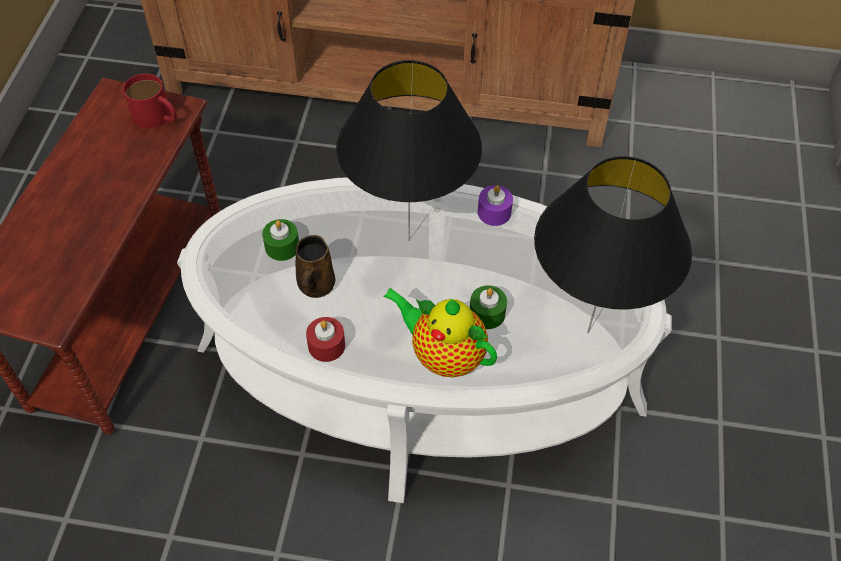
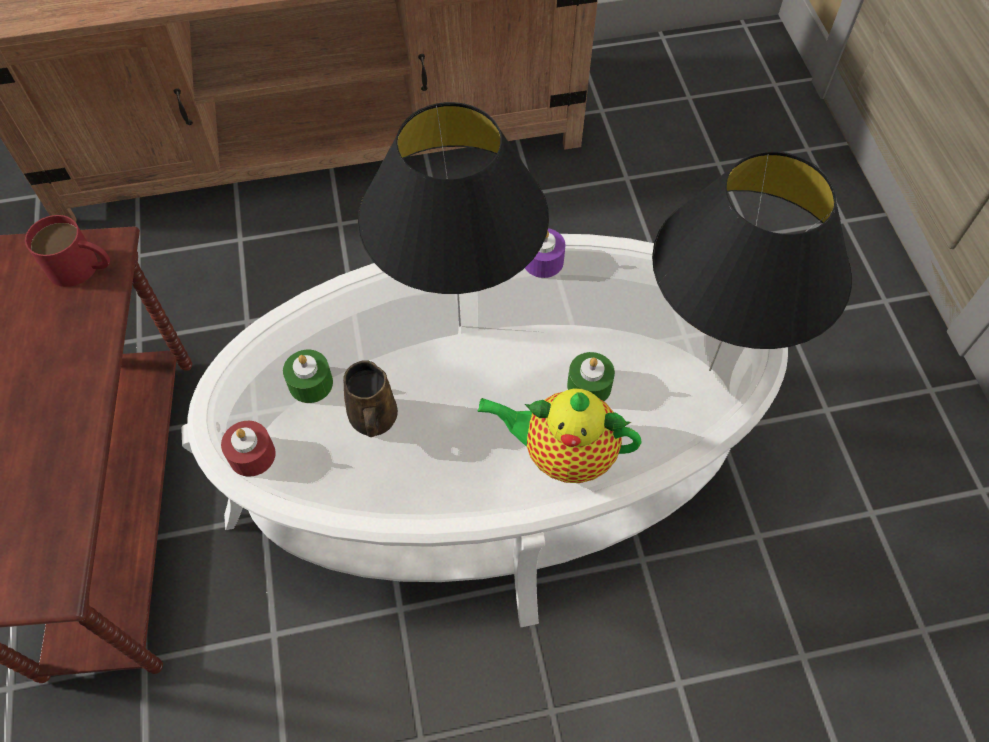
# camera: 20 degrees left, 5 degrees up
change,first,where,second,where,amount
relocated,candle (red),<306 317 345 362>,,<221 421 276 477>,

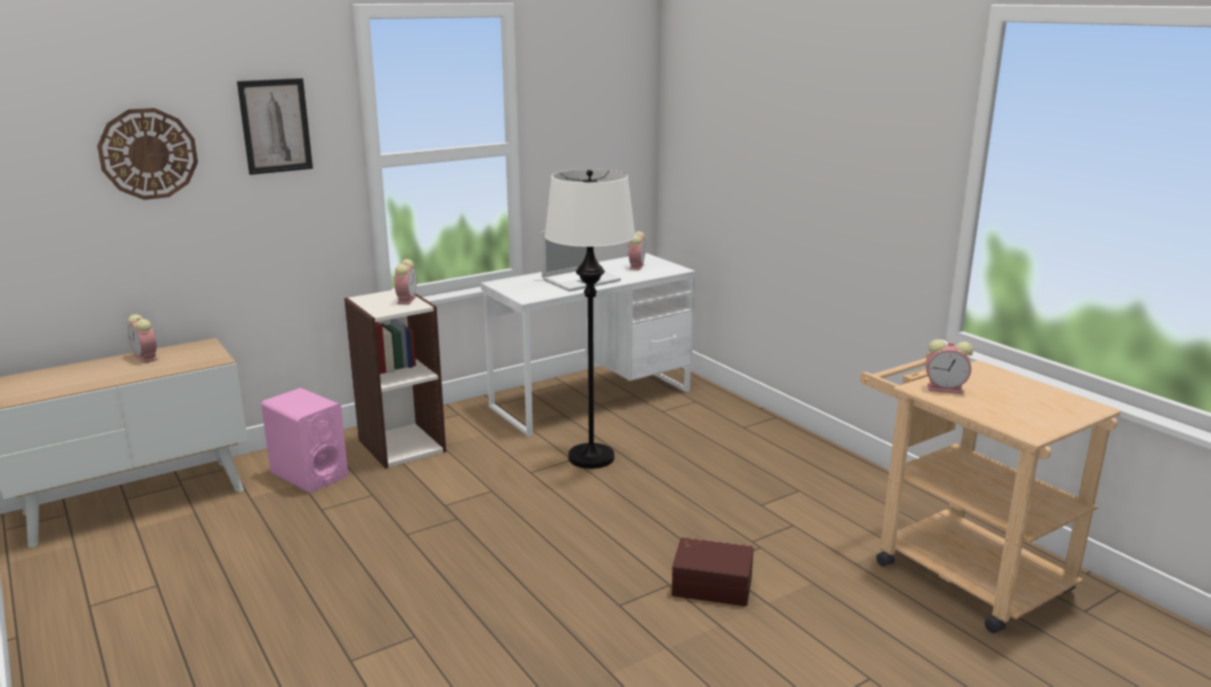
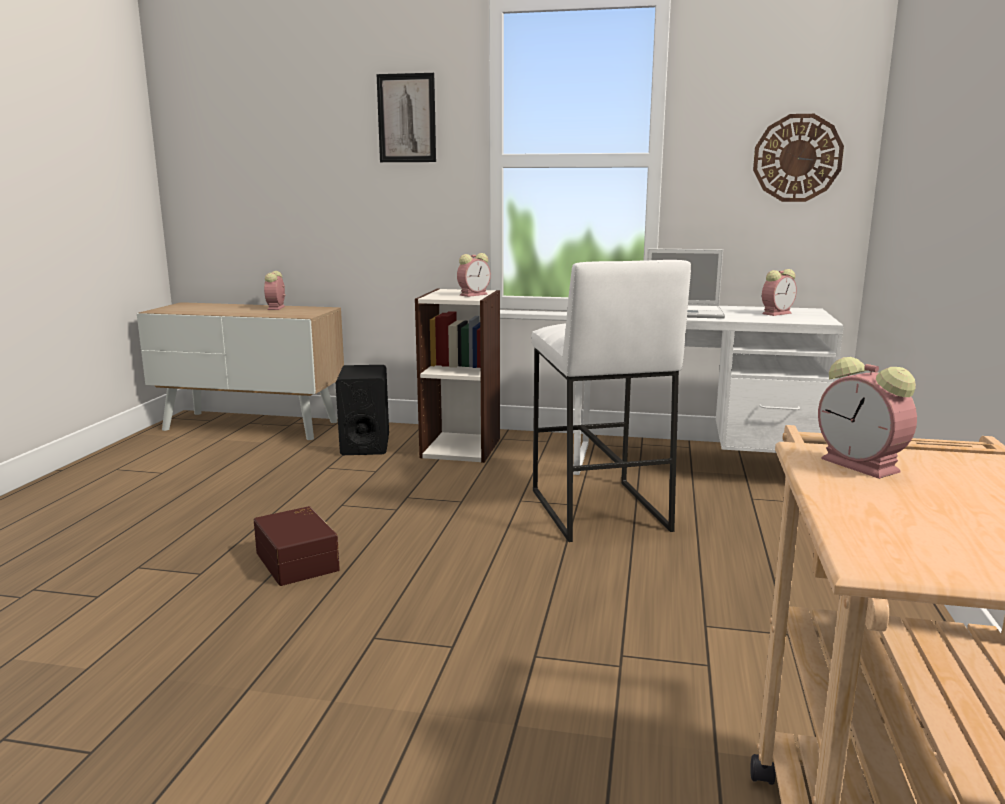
# camera: 45 degrees right, 5 degrees down
change,first,where,second,where,amount
relocated,wall clock,<97 108 198 200>,,<753 114 844 202>,
relocated,storage box (brown),<672 537 754 606>,,<254 506 340 586>,
exchanged,floor lamp (white),<544 169 636 469>,stool (white),<531 260 691 542>,
colour,speaker (pink),<261 388 348 493>,speaker (black),<336 365 389 455>,

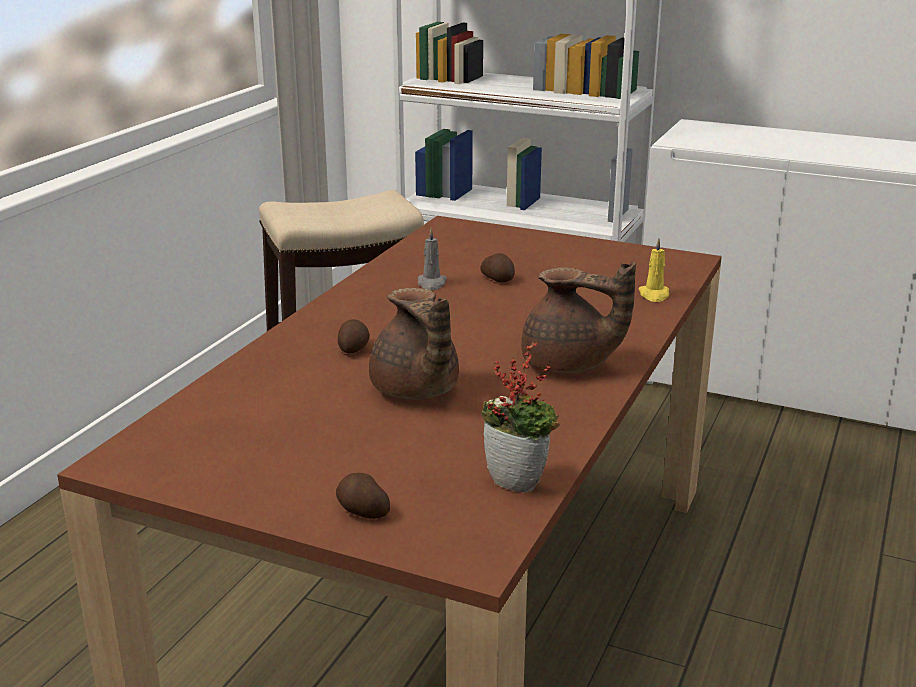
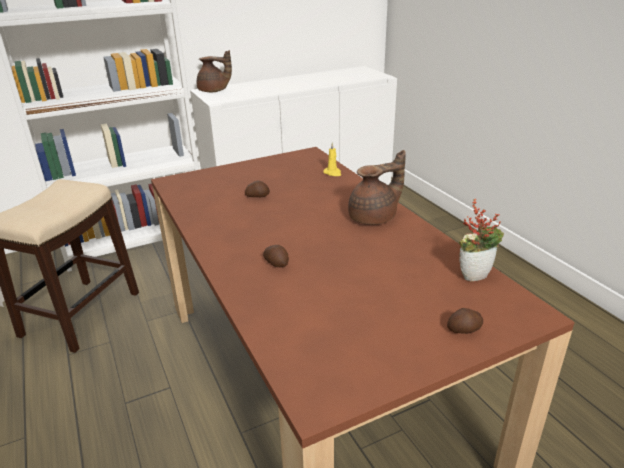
# camera: 50 degrees left, 5 degrees up
change,first,where,second,where,amount
missing,candle (grey),<418 228 447 290>,,,
relocated,teapot (brown),<369 288 459 400>,,<197 50 232 92>,

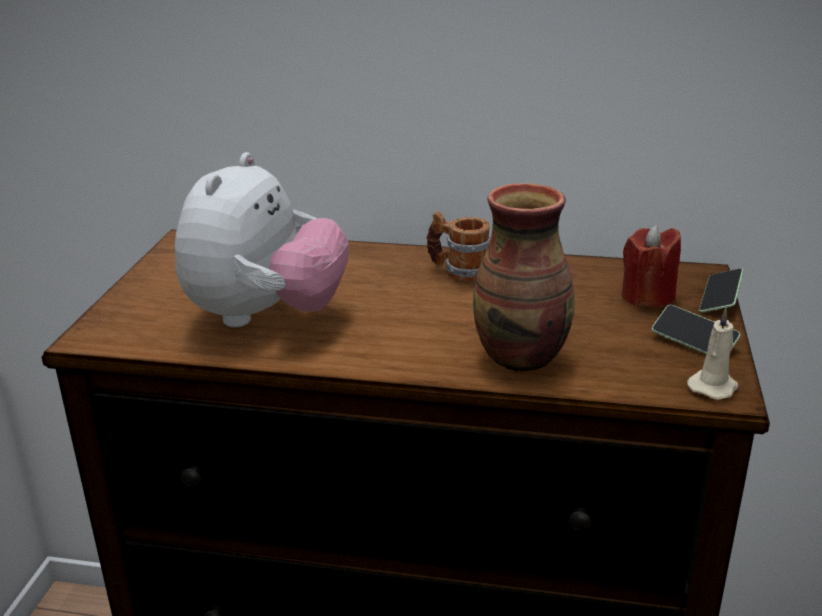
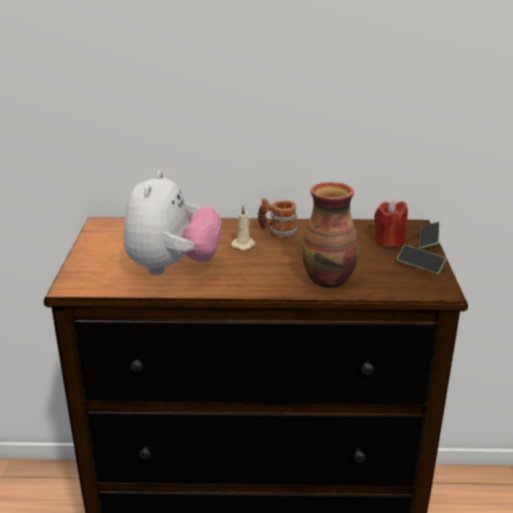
# camera: 10 degrees left, 0 degrees up
change,first,where,second,where,amount
relocated,candle (beige),<687 308 738 400>,,<231 205 255 250>,

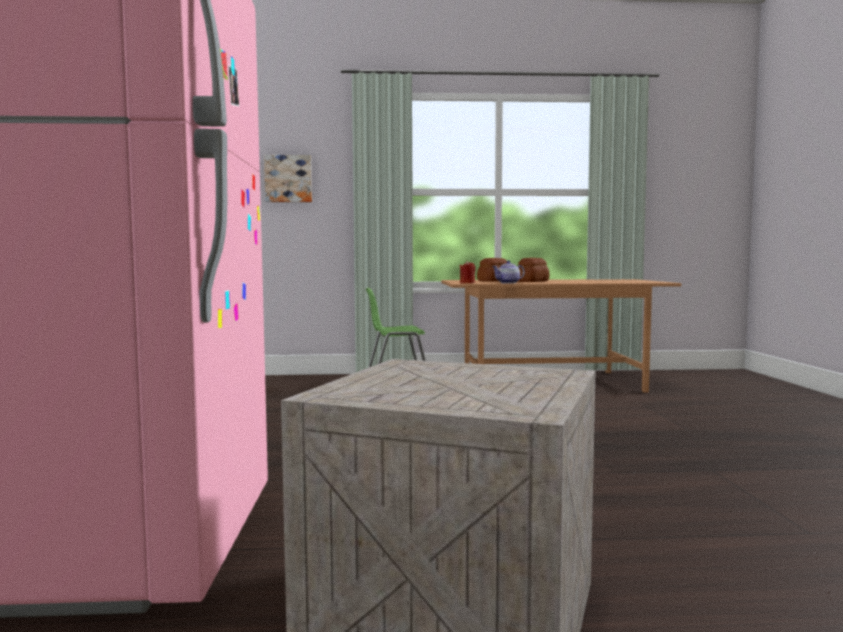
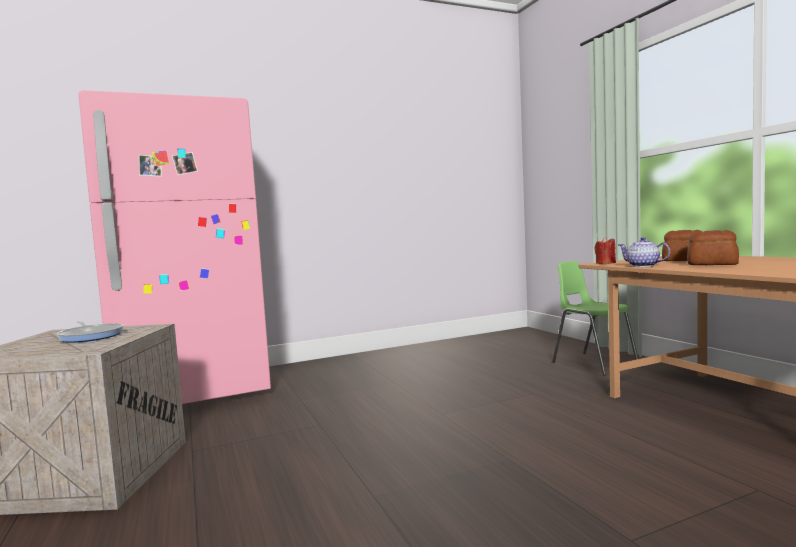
# camera: 70 degrees right, 0 degrees up
change,first,where,second,where,amount
missing,picture,<264 155 312 202>,,,
appeared,,,frying pan,<57 321 124 343>,

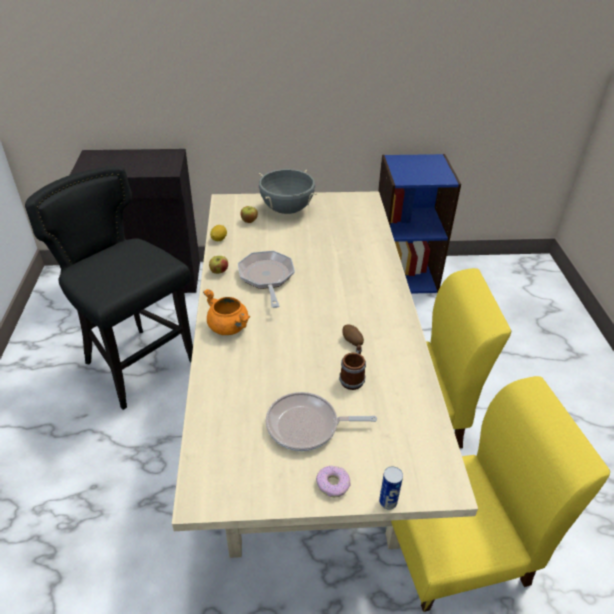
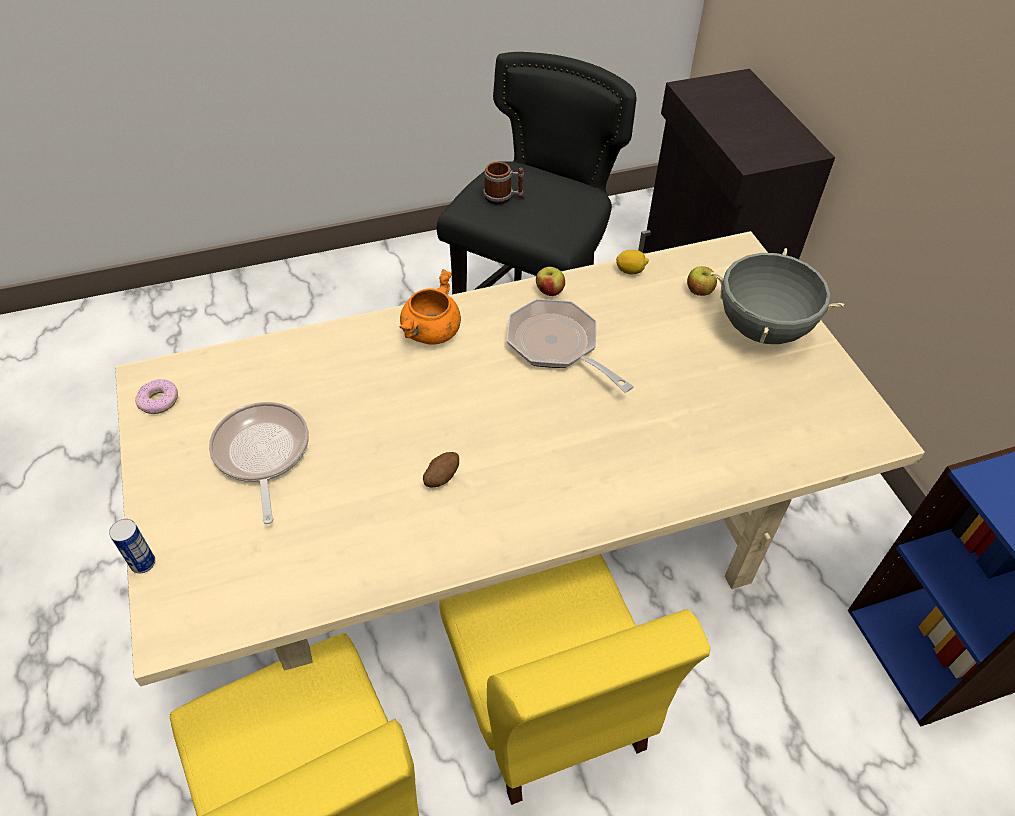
# camera: 75 degrees right, 10 degrees up
change,first,where,second,where,amount
relocated,donut,<316 466 350 497>,,<135 379 178 414>,
relocated,mug,<339 345 366 390>,,<483 162 524 205>,
spun,frying pan,<238 251 295 308>,,<507 299 634 393>,105 degrees counterclockwise

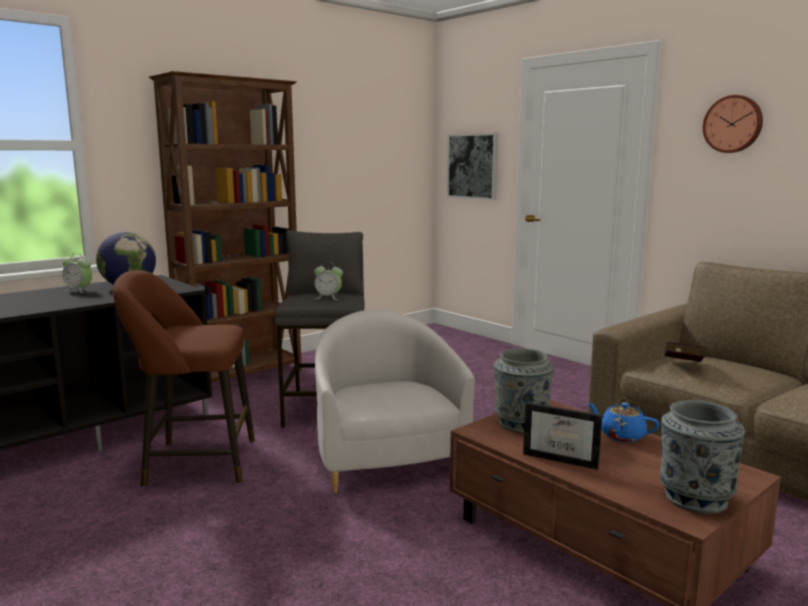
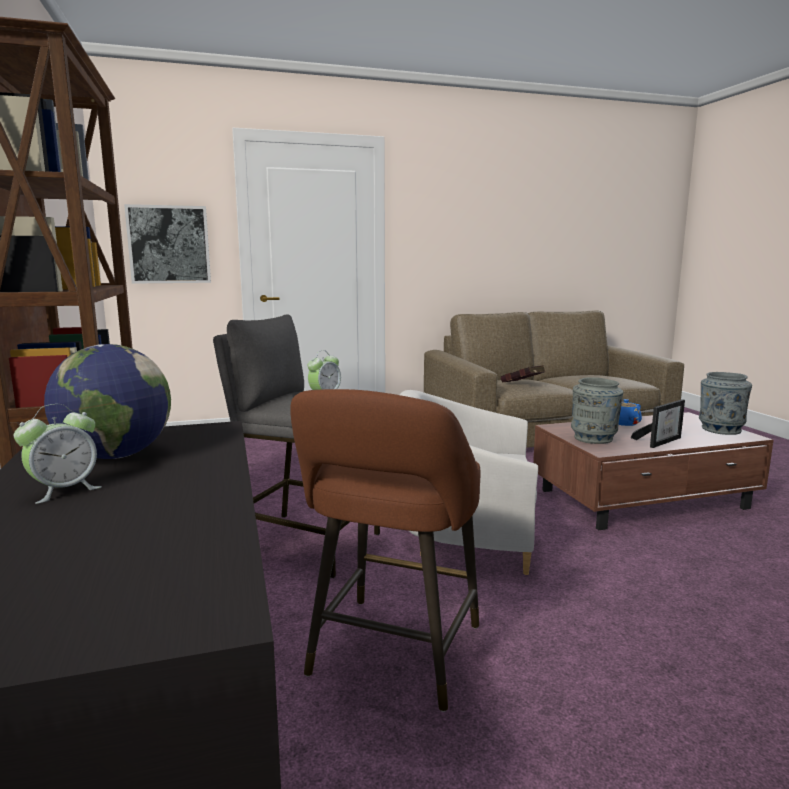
# camera: 65 degrees left, 0 degrees up
change,first,where,second,where,amount
missing,wall clock,<703 95 763 153>,,,

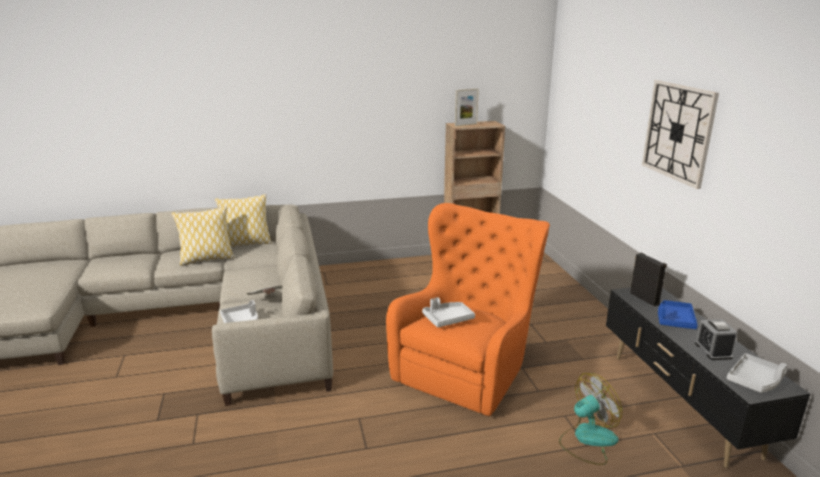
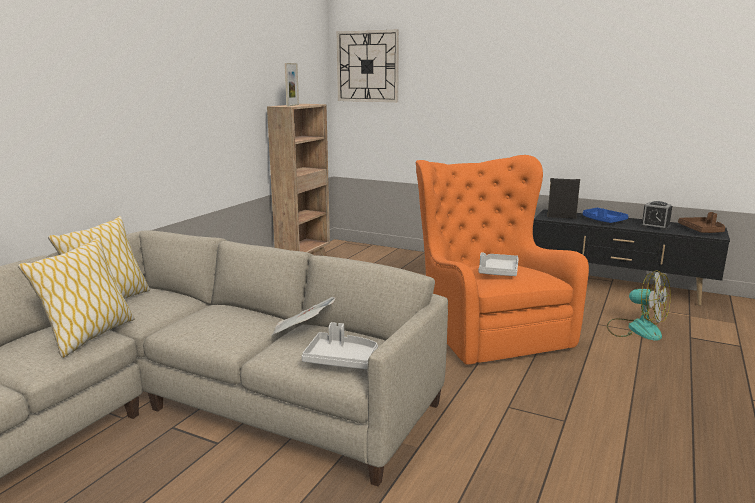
# camera: 50 degrees left, 5 degrees down
change,first,where,second,where,amount
relocated,wall clock,<642 80 719 189>,,<337 29 399 102>,
colour,tray (grey),<727 353 787 393>,tray (brown),<678 212 725 233>,
spun,fan,<559 373 622 465>,,<607 270 671 341>,120 degrees clockwise

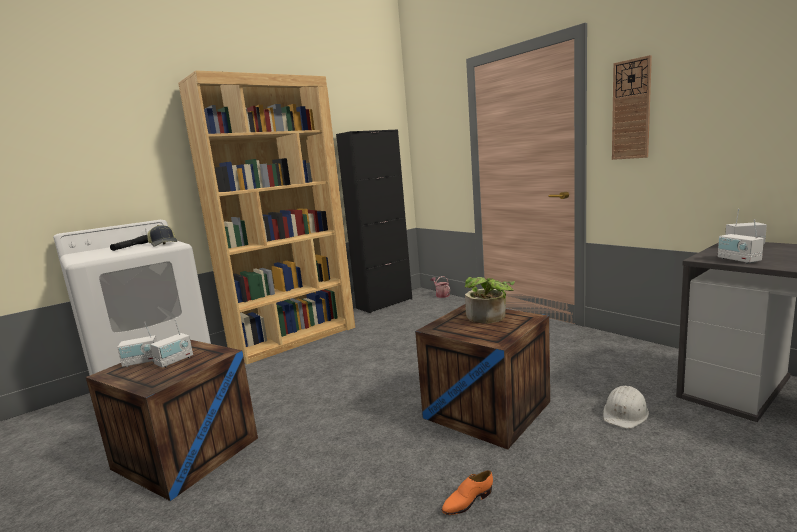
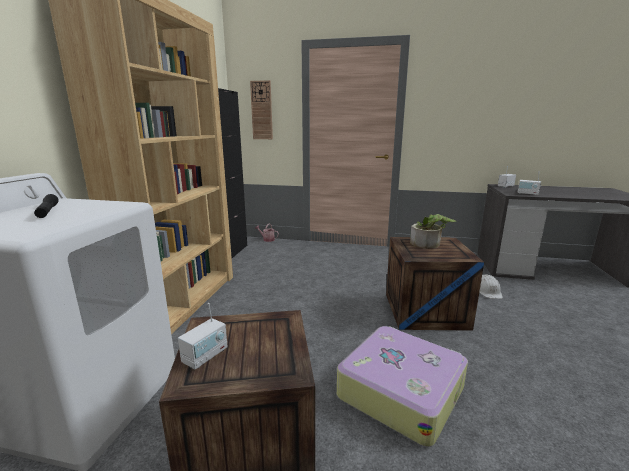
# camera: 40 degrees left, 5 degrees up
change,first,where,second,where,amount
missing,cap,<147 225 177 246>,,,
missing,radio,<150 319 193 367>,,,
missing,shoe (orange),<442 470 493 515>,,,
appeared,,,suitcase,<337 326 468 447>,
relocated,wall clock,<612 55 652 160>,,<250 80 273 139>,

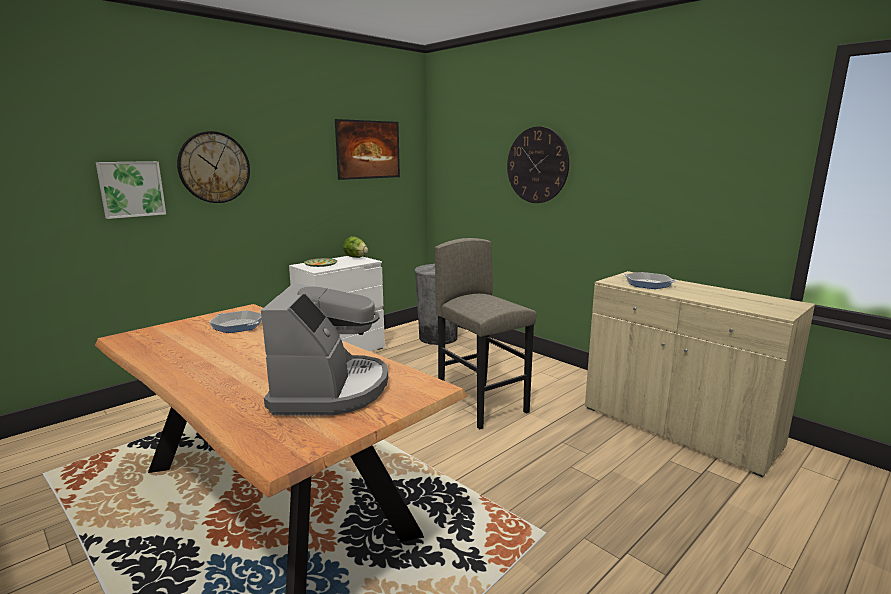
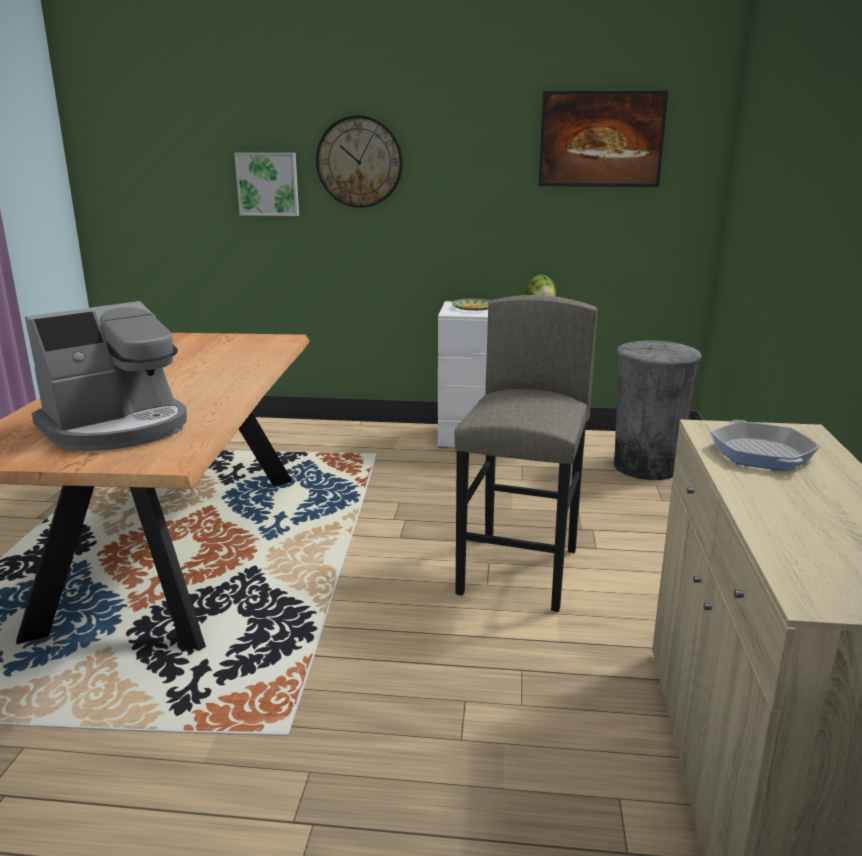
# camera: 50 degrees right, 5 degrees up
change,first,where,second,where,amount
missing,frying pan,<209 310 262 333>,,,
missing,wall clock,<507 126 569 203>,,,

